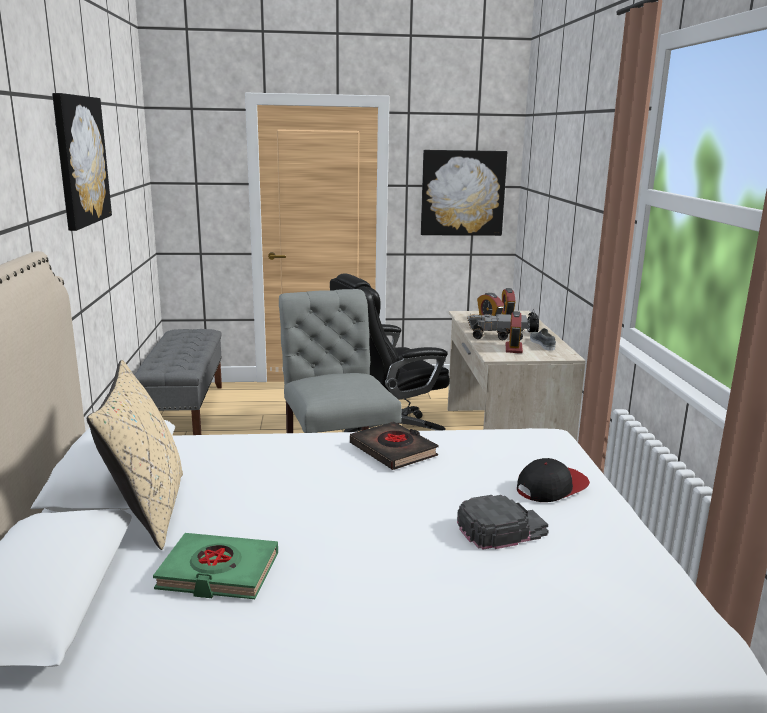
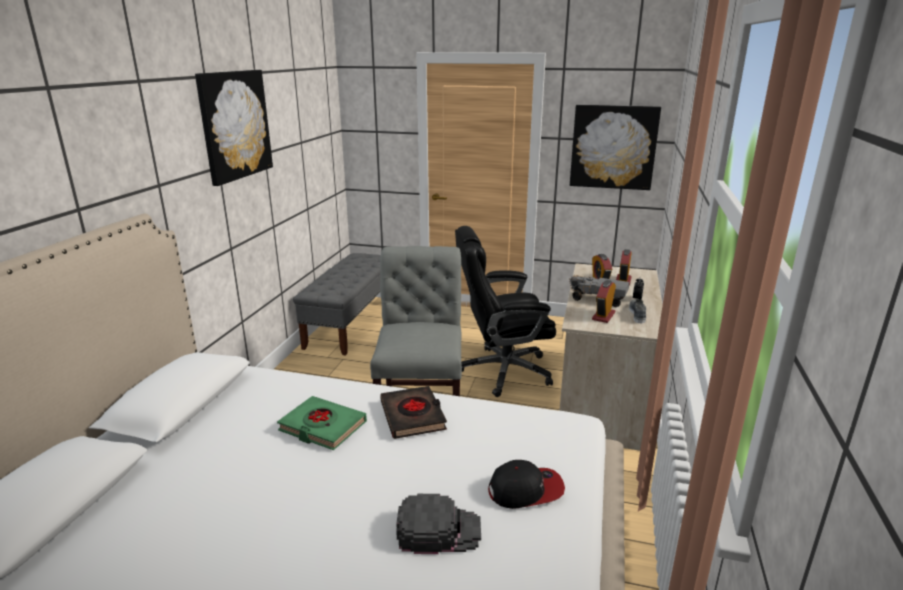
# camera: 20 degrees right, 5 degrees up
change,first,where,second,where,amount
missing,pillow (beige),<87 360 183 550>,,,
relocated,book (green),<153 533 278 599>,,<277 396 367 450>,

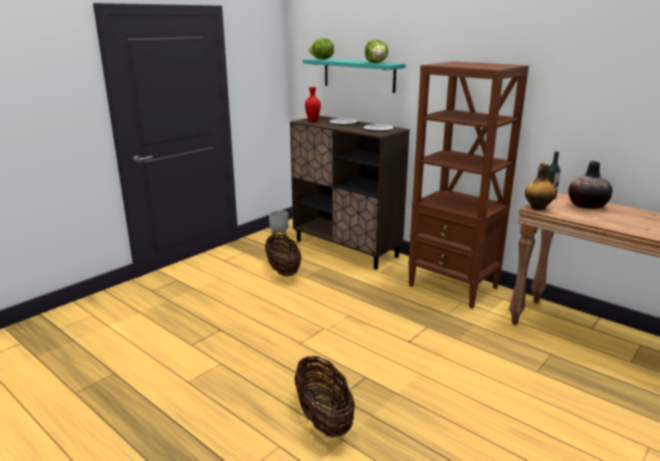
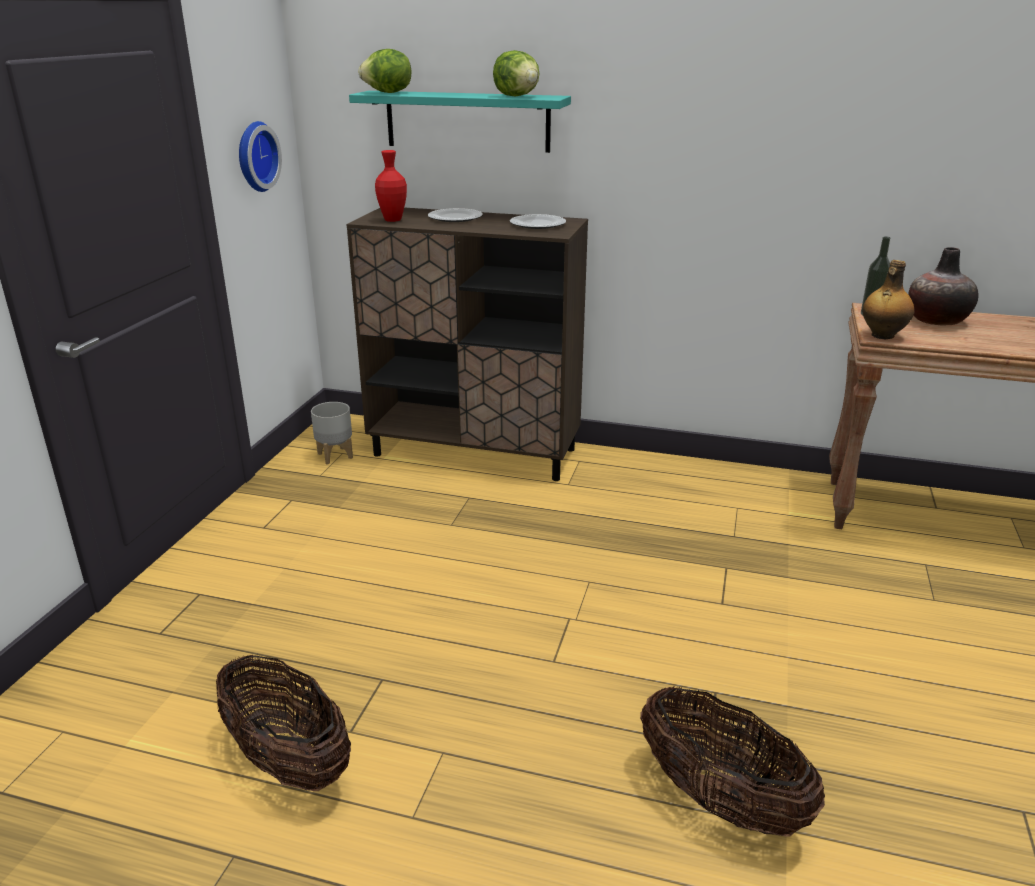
# camera: 25 degrees left, 5 degrees up
change,first,where,second,where,amount
missing,bookcase (brown),<408 61 529 309>,,,
appeared,,,wall clock,<239 121 282 192>,
relocated,basket,<265 234 301 277>,,<216 654 351 791>,

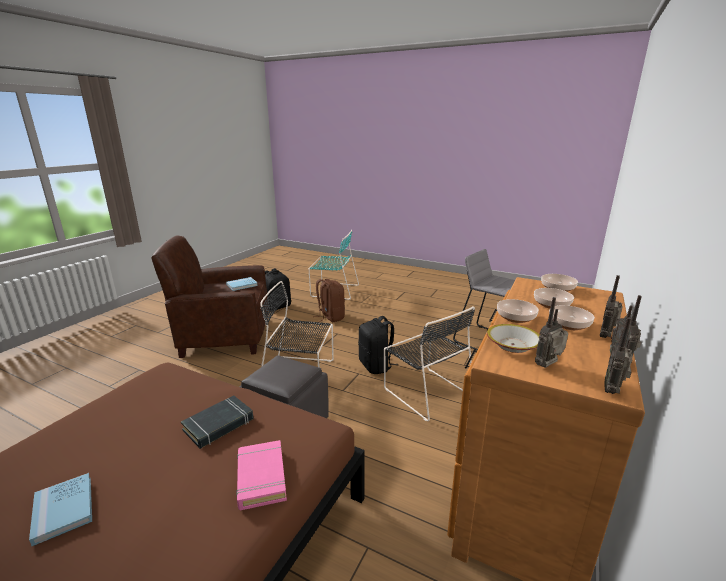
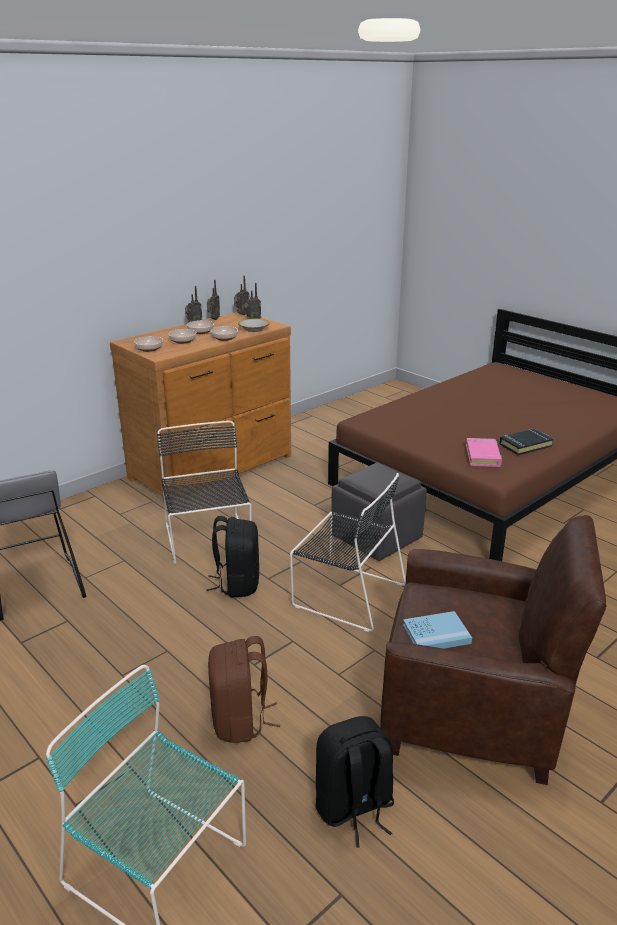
# camera: 160 degrees left, 5 degrees up
change,first,where,second,where,amount
missing,book (blue),<29 473 92 546>,,,
relocated,book (black),<181 395 254 449>,,<499 429 554 455>,
relocated,book (pink),<236 440 287 510>,,<466 438 502 467>,

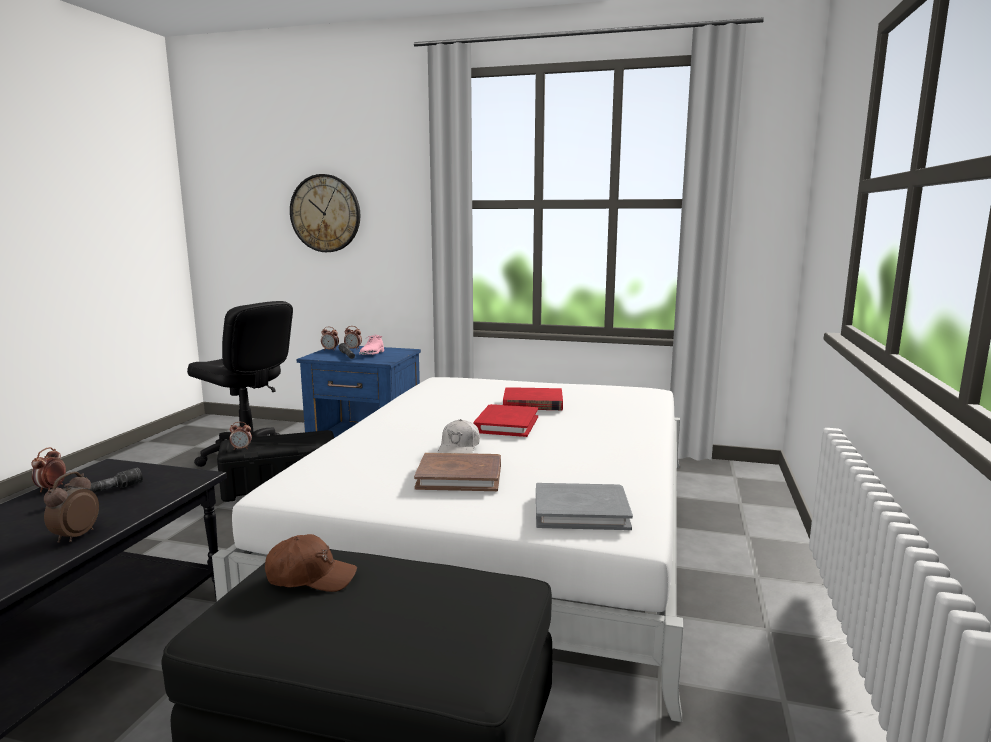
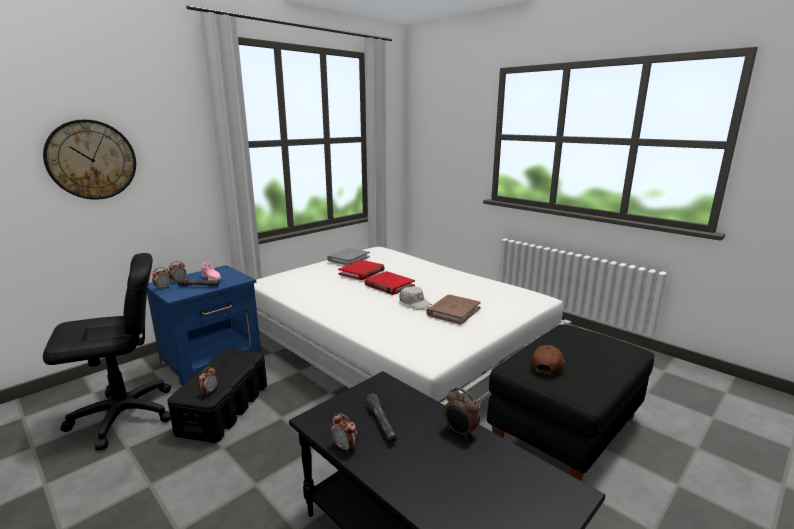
# camera: 60 degrees left, 5 degrees up
change,first,where,second,where,amount
relocated,book (grey),<536 483 633 530>,,<327 248 370 265>,

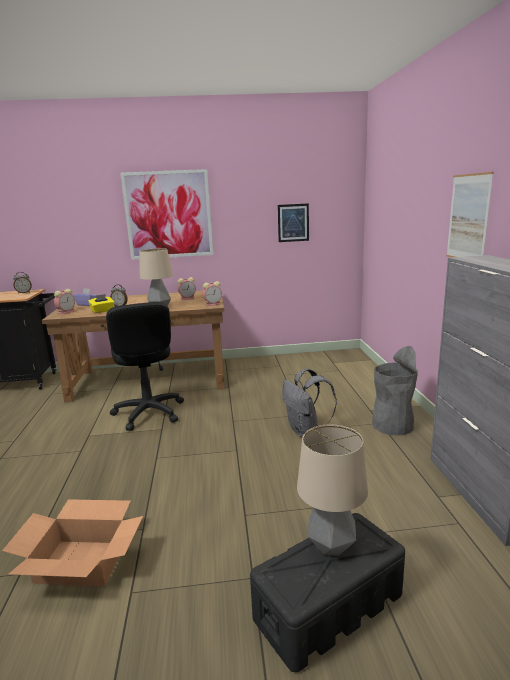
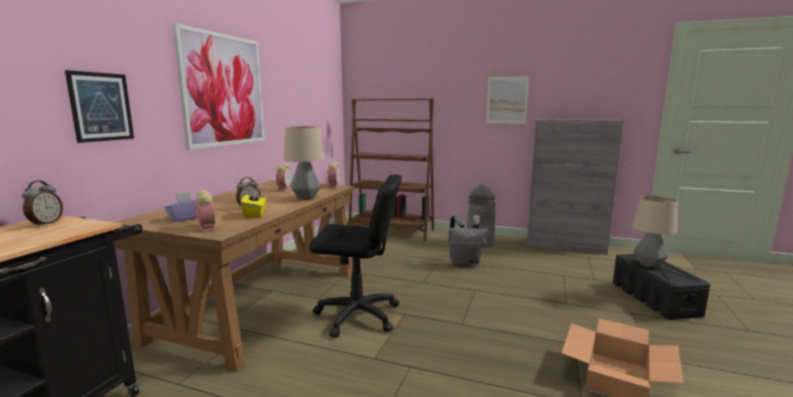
# camera: 65 degrees left, 5 degrees down
change,first,where,second,where,amount
appeared,,,bookcase (brown),<348 98 434 242>,
relocated,picture,<278 203 309 242>,,<65 70 134 143>,

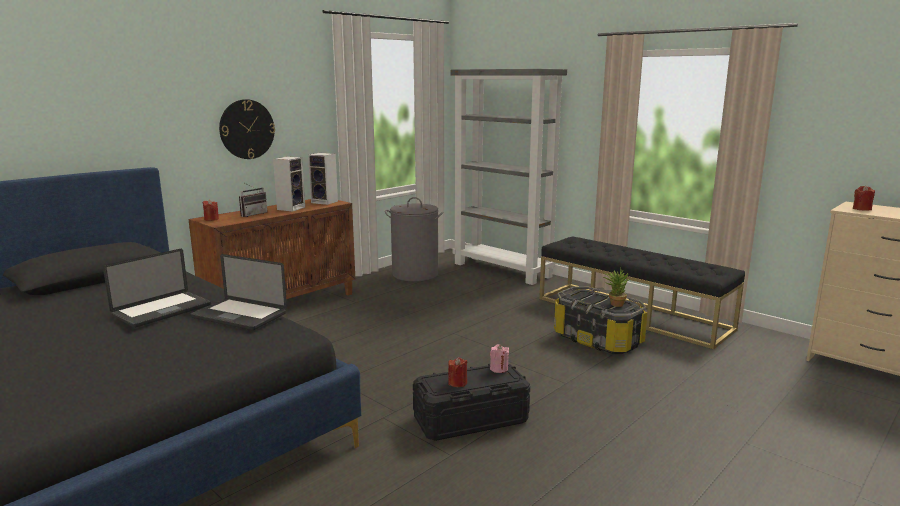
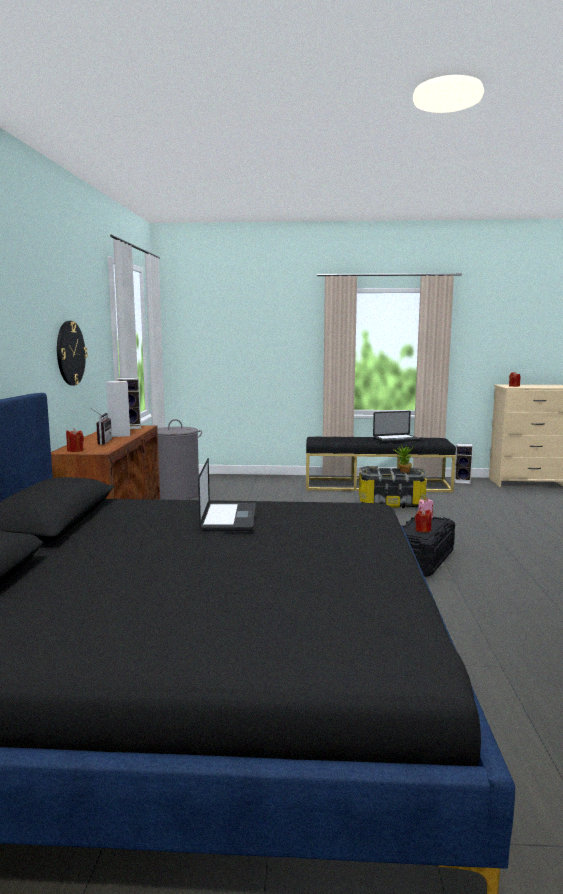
# camera: 40 degrees left, 5 degrees down
change,first,where,second,where,amount
missing,bookcase (grey),<451 69 567 285>,,,
appeared,,,speaker,<454 443 473 484>,
relocated,laptop,<190 254 287 330>,,<373 411 421 443>,

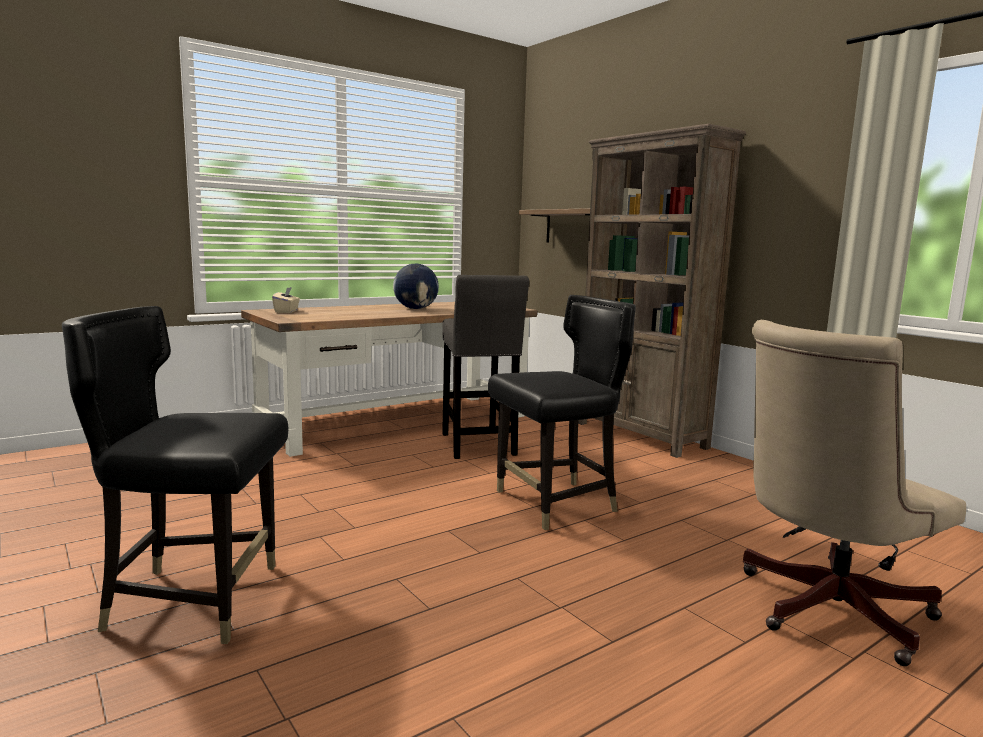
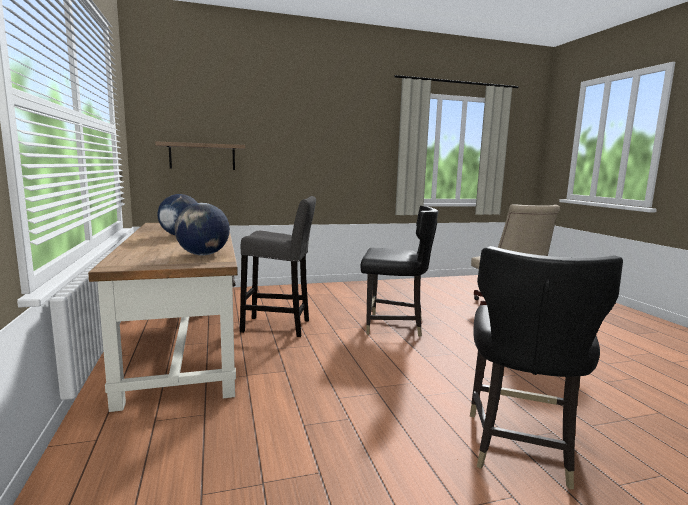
# camera: 70 degrees left, 0 degrees up
change,first,where,second,where,amount
missing,tissue box (beige),<272 287 300 313>,,,
missing,bookcase (brown),<578 124 746 458>,,,
appeared,,,globe,<174 203 230 256>,
spun,chair (black),<488 295 636 530>,,<361 206 438 337>,105 degrees clockwise

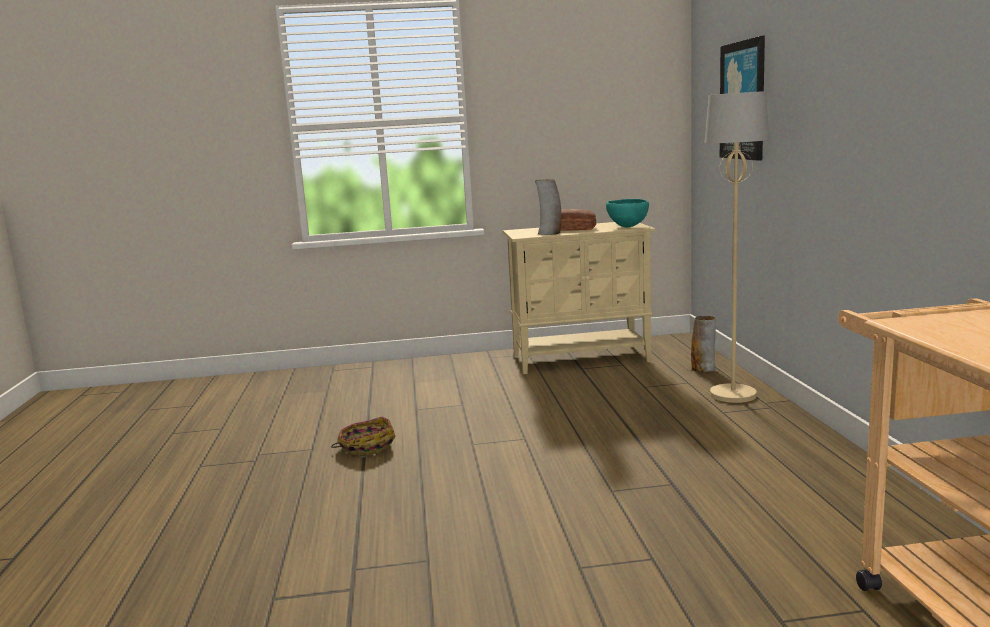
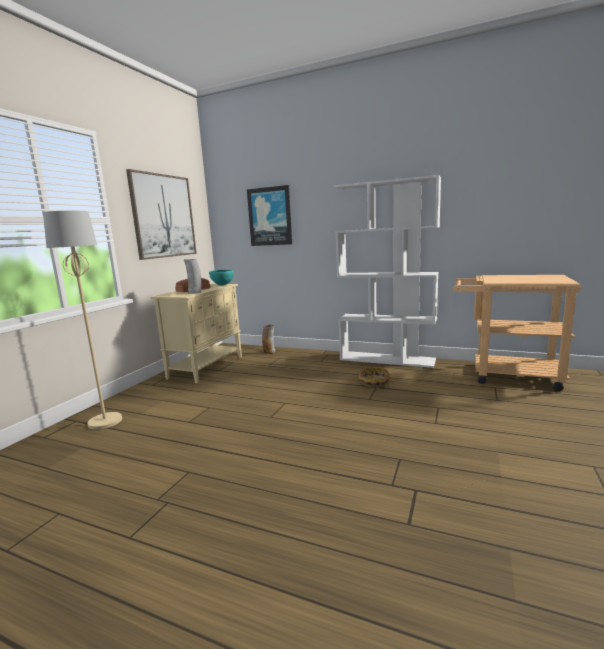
# camera: 60 degrees left, 0 degrees up
change,first,where,second,where,amount
appeared,,,picture,<126 169 197 260>,
appeared,,,bookcase (white),<334 175 441 368>,
relocated,basket,<331 416 395 456>,,<359 366 390 388>,
relocated,floor lamp (beige),<705 91 769 403>,,<43 211 122 430>,

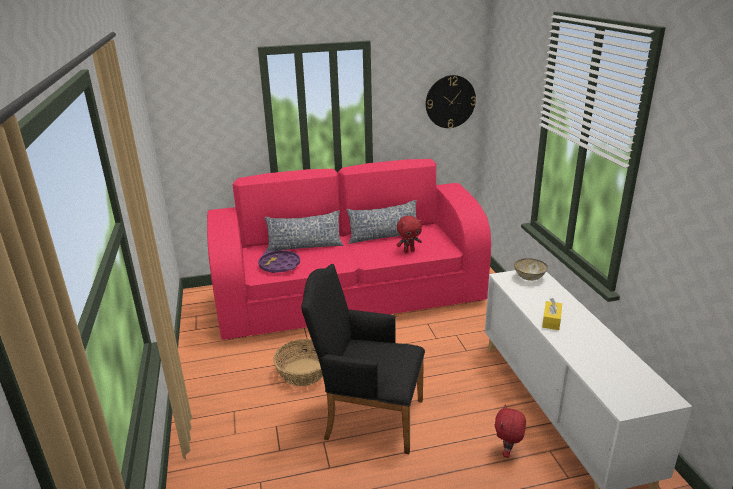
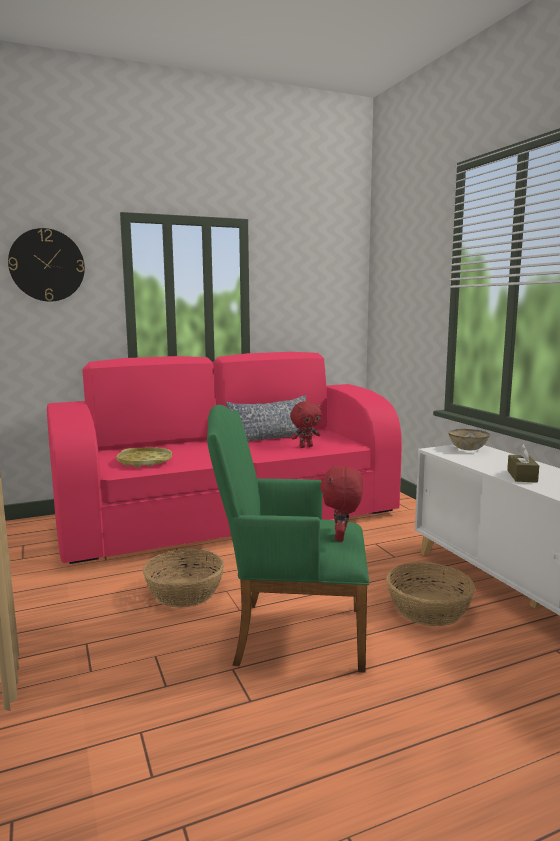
# camera: 10 degrees left, 15 degrees down
change,first,where,second,where,amount
missing,pillow,<265 210 343 252>,,,
appeared,,,basket,<386 562 475 626>,
relocated,wall clock,<426 75 476 128>,,<8 228 85 302>,
relocated,plush toy (red),<495 404 526 458>,,<320 465 363 541>,
colour,tray (purple),<258 250 300 273>,tray (yellow),<117 447 172 468>,
colour,armchair (black),<301 264 425 454>,armchair (green),<207 405 369 673>,
colour,tissue box (yellow),<542 298 562 330>,tissue box (brown),<507 444 539 483>,

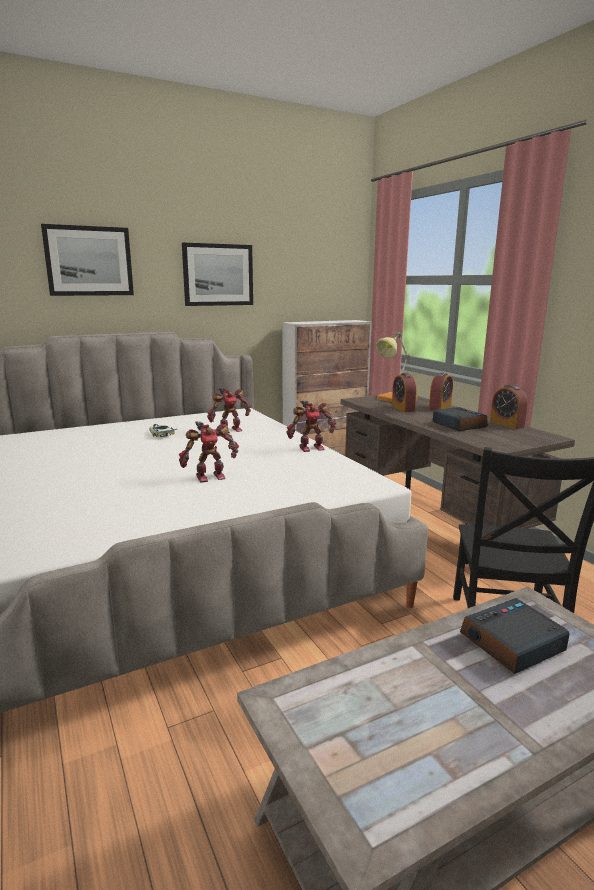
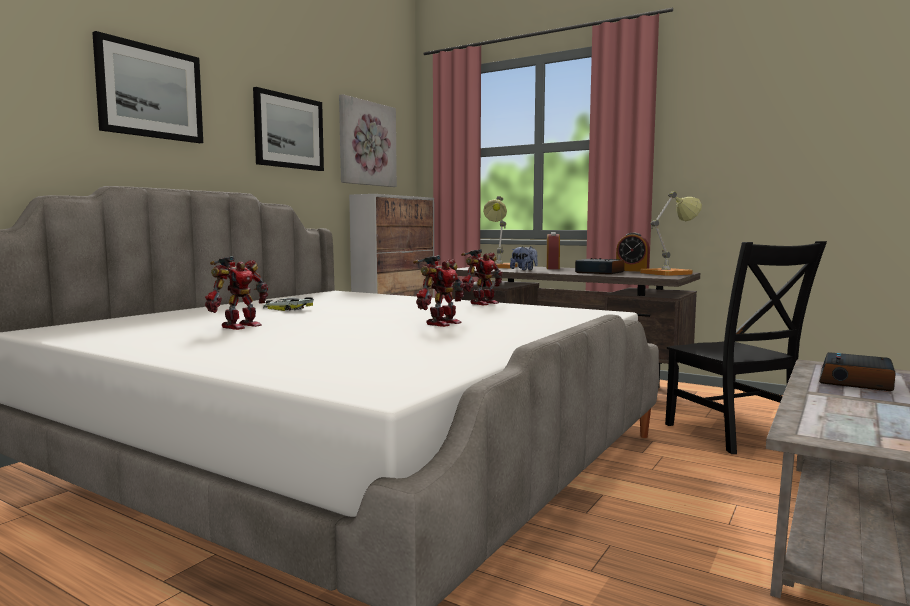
# camera: 30 degrees left, 10 degrees down
change,first,where,second,where,amount
appeared,,,picture,<339 94 397 187>,
appeared,,,table lamp,<640 192 702 276>,
relocated,toy robot,<207 388 251 433>,,<205 256 268 330>,
exchanged,alarm clock,<392 373 417 412>,plush toy,<510 246 538 270>,

